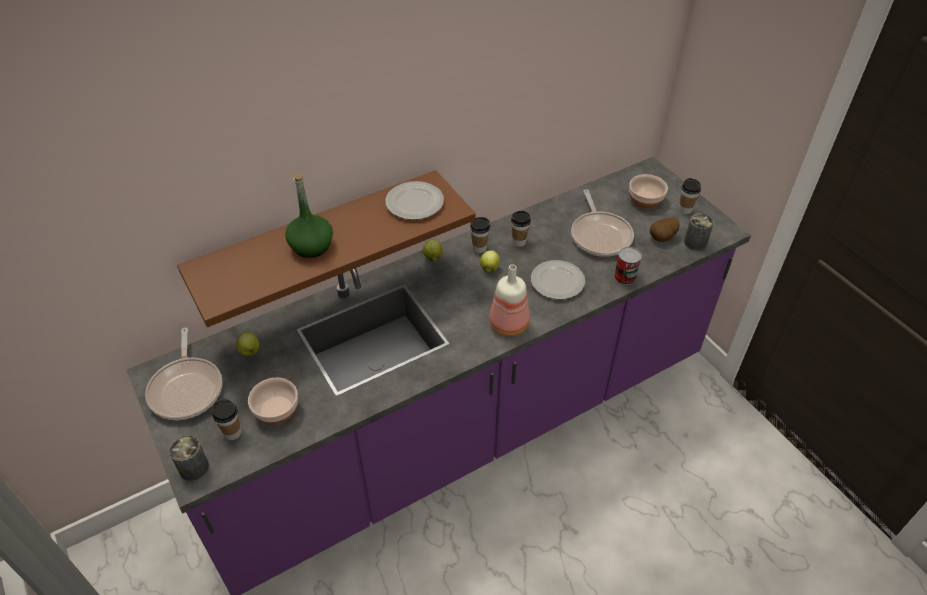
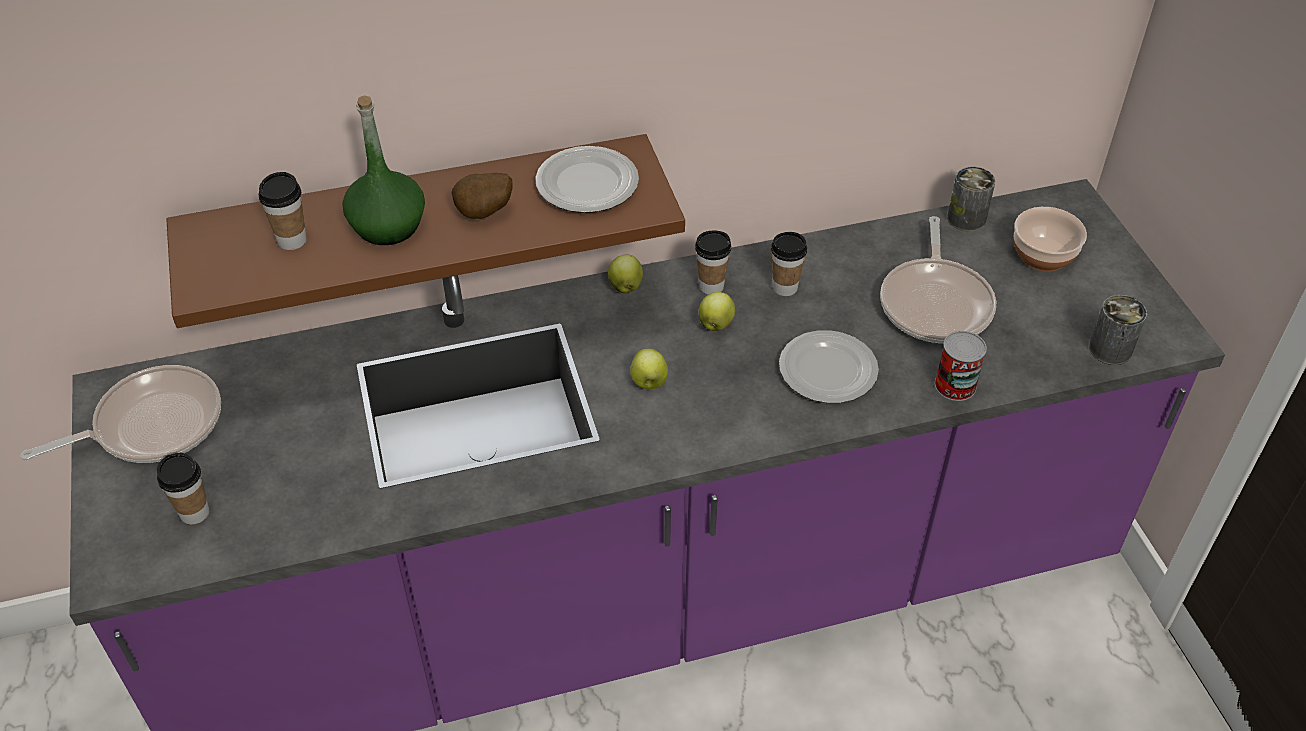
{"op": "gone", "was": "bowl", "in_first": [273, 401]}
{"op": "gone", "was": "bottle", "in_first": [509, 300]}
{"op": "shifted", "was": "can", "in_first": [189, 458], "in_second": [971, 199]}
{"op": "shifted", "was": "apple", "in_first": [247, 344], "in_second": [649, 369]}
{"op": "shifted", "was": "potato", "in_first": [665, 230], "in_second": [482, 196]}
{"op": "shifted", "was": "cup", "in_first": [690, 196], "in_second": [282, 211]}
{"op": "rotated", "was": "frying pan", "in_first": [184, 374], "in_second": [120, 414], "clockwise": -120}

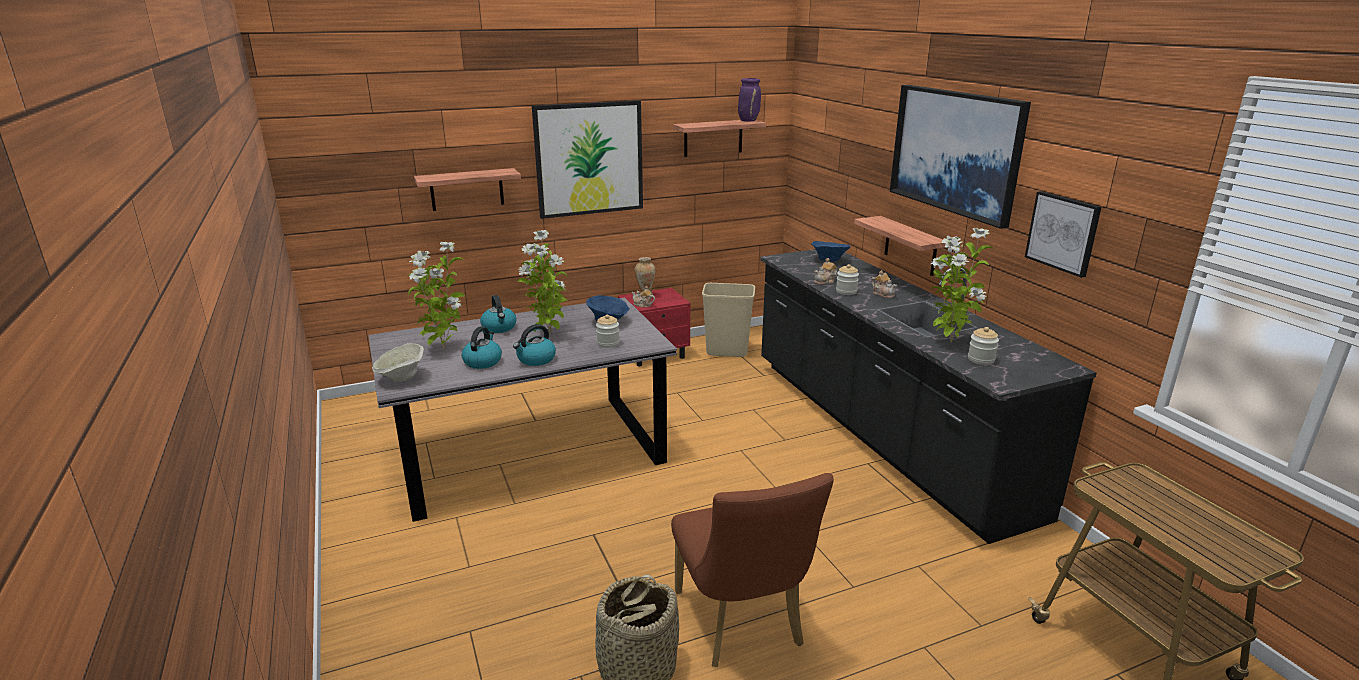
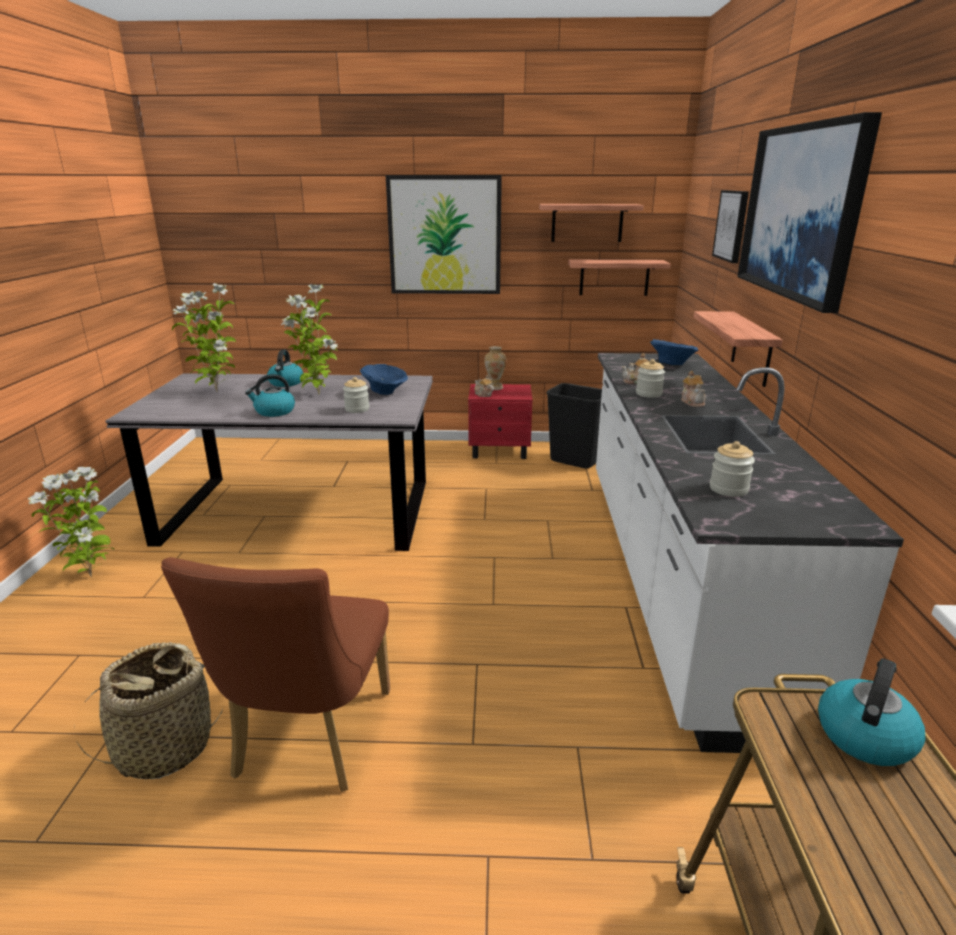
{"op": "gone", "was": "bowl in beige", "in_first": [398, 362]}
{"op": "gone", "was": "vase in purple", "in_first": [749, 100]}
{"op": "shifted", "was": "shelf", "in_first": [467, 189], "in_second": [619, 278]}
{"op": "shifted", "was": "kettle", "in_first": [482, 347], "in_second": [871, 712]}
{"op": "shifted", "was": "potted plant", "in_first": [962, 285], "in_second": [71, 522]}
{"op": "shifted", "was": "picture", "in_first": [1063, 234], "in_second": [730, 226]}
{"op": "repainted", "was": "trash can in beige", "now": "trash can in black", "in_first": [728, 320], "in_second": [574, 425]}
{"op": "repainted", "was": "counter in black", "now": "counter in white", "in_first": [928, 396], "in_second": [750, 553]}

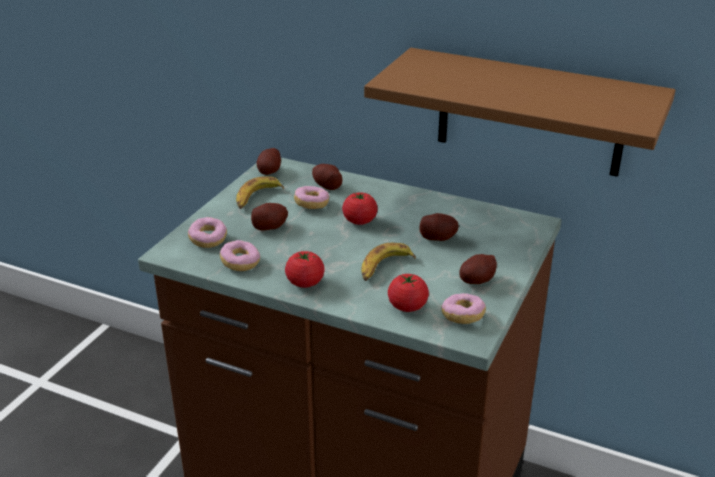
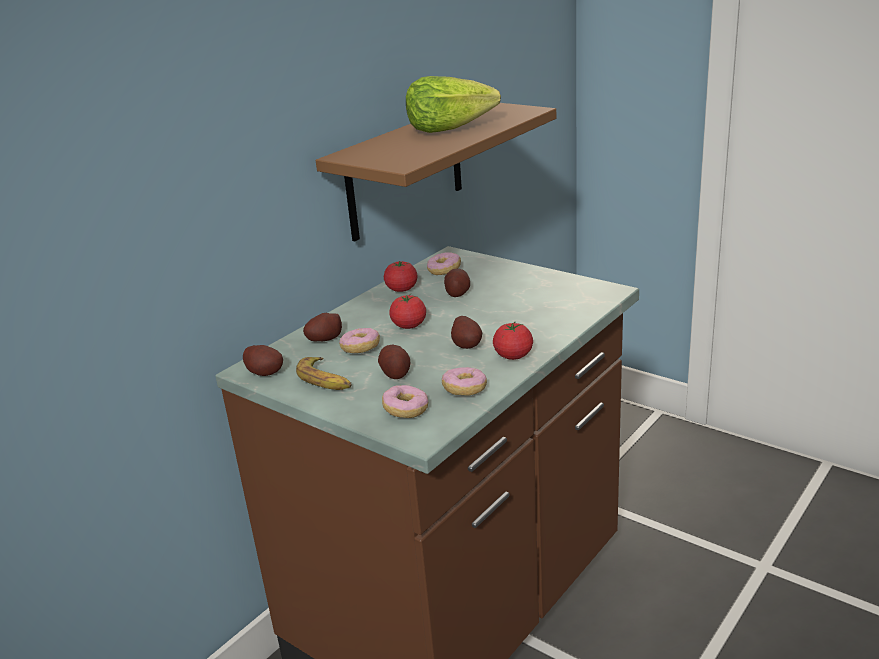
{"op": "gone", "was": "banana", "in_first": [388, 262]}
{"op": "new", "now": "lettuce", "in_second": [453, 104]}
{"op": "shifted", "was": "tomato", "in_first": [408, 293], "in_second": [401, 276]}
{"op": "shifted", "was": "donut", "in_first": [463, 308], "in_second": [444, 263]}
{"op": "shifted", "was": "potato", "in_first": [478, 269], "in_second": [466, 332]}

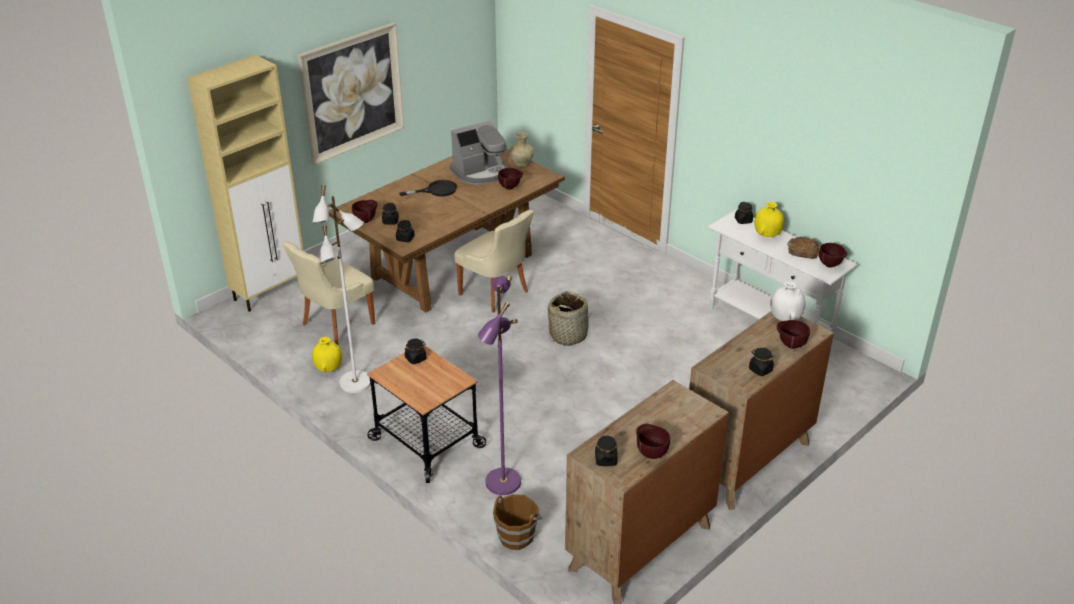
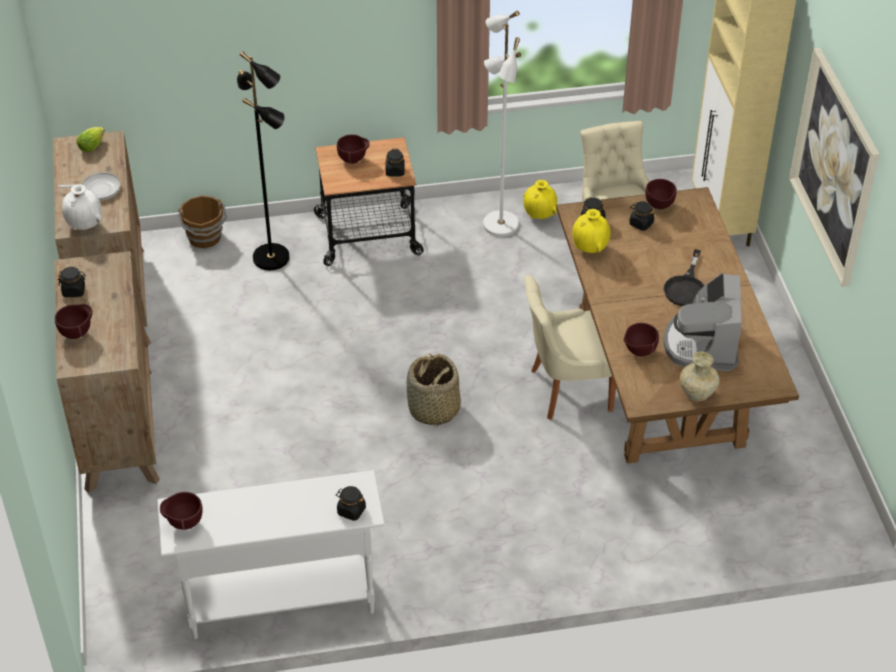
{"op": "gone", "was": "bread", "in_first": [803, 248]}
{"op": "new", "now": "frying pan", "in_second": [89, 186]}
{"op": "shifted", "was": "bowl in brown", "in_first": [653, 441], "in_second": [353, 149]}
{"op": "shifted", "was": "vase in yellow", "in_first": [769, 219], "in_second": [591, 231]}
{"op": "shifted", "was": "vase in white", "in_first": [787, 301], "in_second": [82, 207]}
{"op": "swapped", "was": "jar in black", "now": "lettuce", "in_first": [606, 450], "in_second": [91, 139]}
{"op": "repainted", "was": "floor lamp in purple", "now": "floor lamp in black", "in_first": [499, 385], "in_second": [263, 160]}

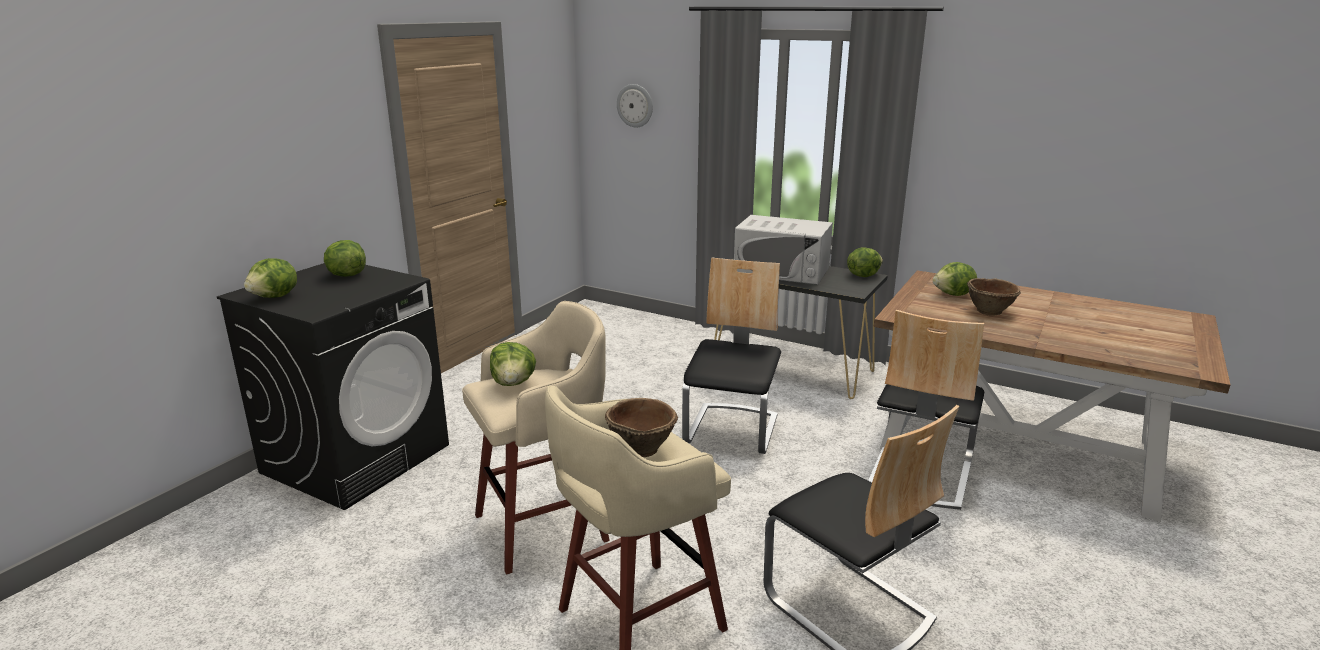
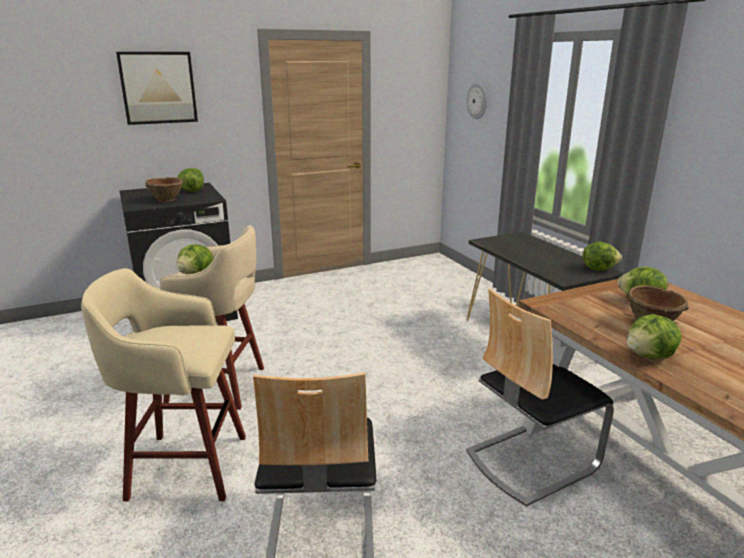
{"op": "gone", "was": "chair", "in_first": [731, 355]}
{"op": "gone", "was": "microwave in white", "in_first": [783, 250]}
{"op": "new", "now": "picture", "in_second": [157, 88]}
{"op": "shifted", "was": "lettuce", "in_first": [270, 278], "in_second": [654, 336]}
{"op": "shifted", "was": "bowl in brown", "in_first": [641, 427], "in_second": [164, 189]}

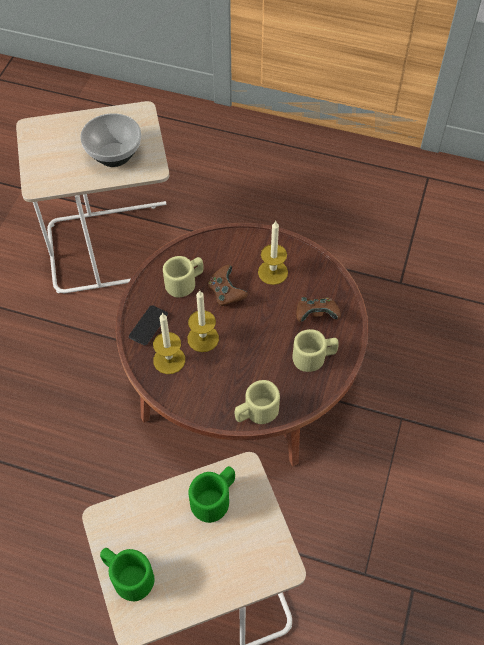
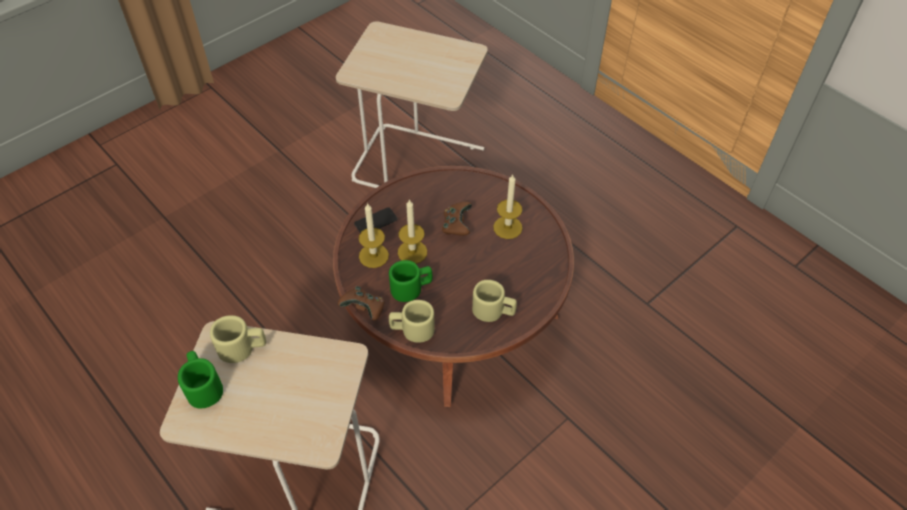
{"op": "gone", "was": "bowl", "in_first": [110, 140]}
{"op": "shifted", "was": "mug in beige", "in_first": [183, 277], "in_second": [238, 339]}
{"op": "shifted", "was": "mug in green", "in_first": [211, 494], "in_second": [410, 281]}
{"op": "shifted", "was": "game controller in brown", "in_first": [318, 309], "in_second": [361, 303]}

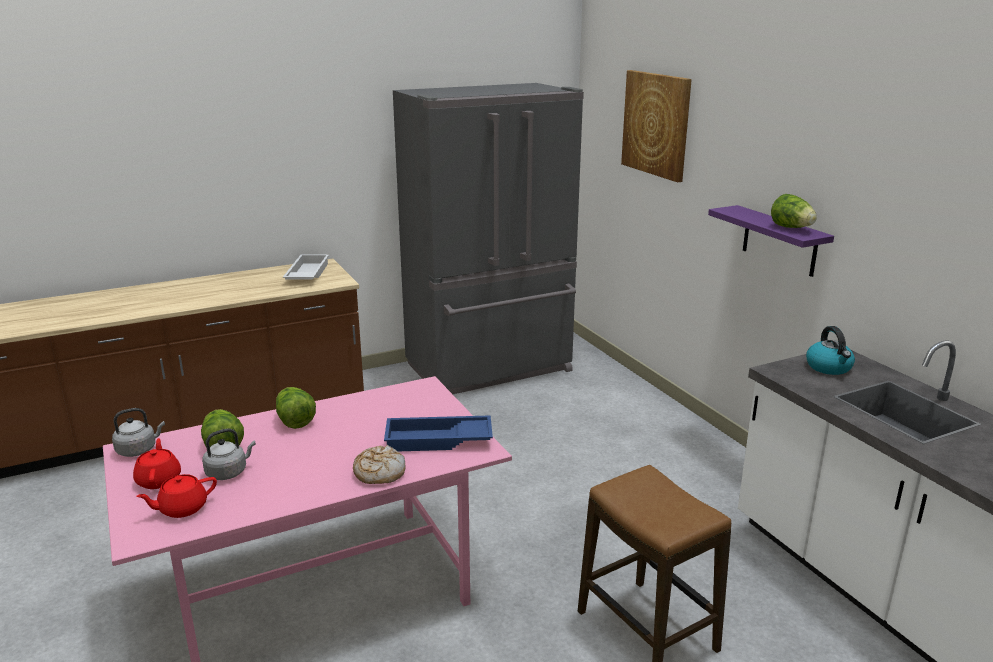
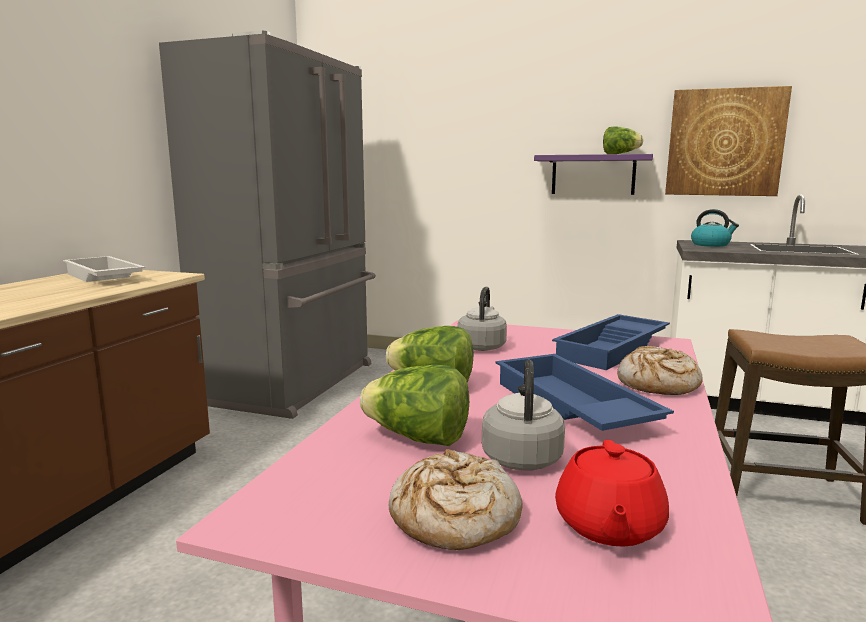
{"op": "new", "now": "tray in blue", "in_second": [585, 392]}
{"op": "shifted", "was": "kettle in grey", "in_first": [138, 432], "in_second": [482, 319]}
{"op": "shifted", "was": "picture", "in_first": [656, 126], "in_second": [728, 141]}
{"op": "swapped", "was": "teapot in red", "now": "bread", "in_first": [157, 463], "in_second": [456, 499]}

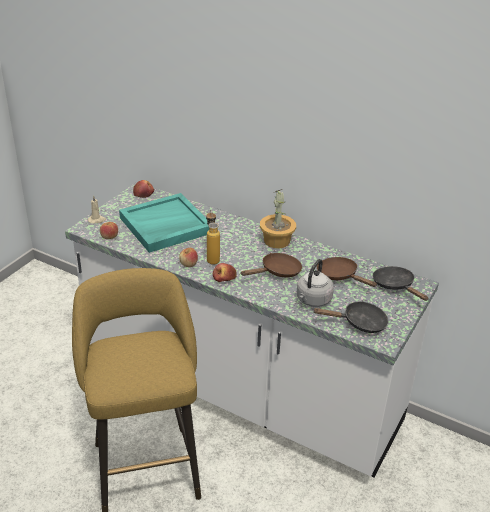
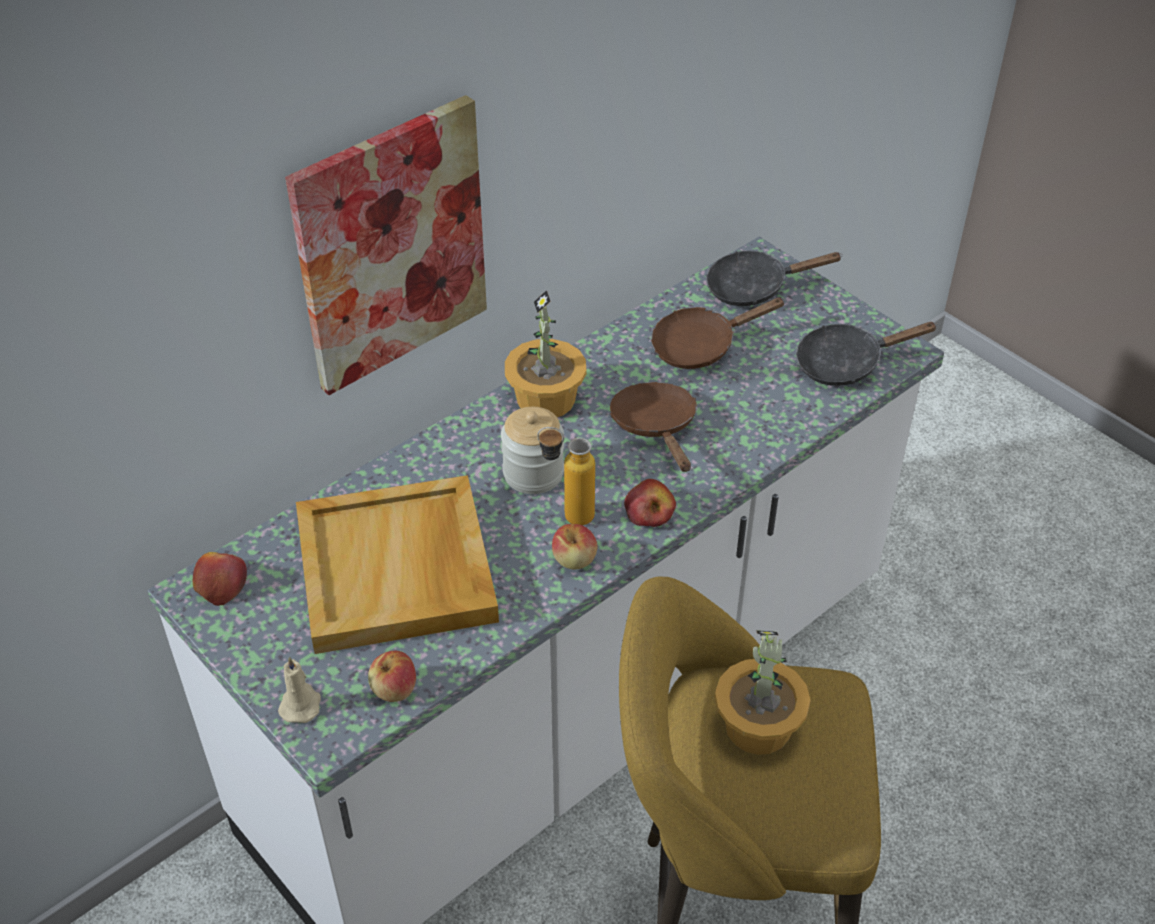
{"op": "gone", "was": "kettle in grey", "in_first": [315, 283]}
{"op": "new", "now": "picture", "in_second": [386, 245]}
{"op": "new", "now": "jar", "in_second": [532, 450]}
{"op": "new", "now": "potted plant", "in_second": [763, 692]}
{"op": "repainted", "was": "tray in turquoise", "now": "tray in beige", "in_first": [164, 223], "in_second": [397, 564]}
{"op": "rotated", "was": "frying pan in black", "in_first": [351, 317], "in_second": [867, 354], "clockwise": -120}

